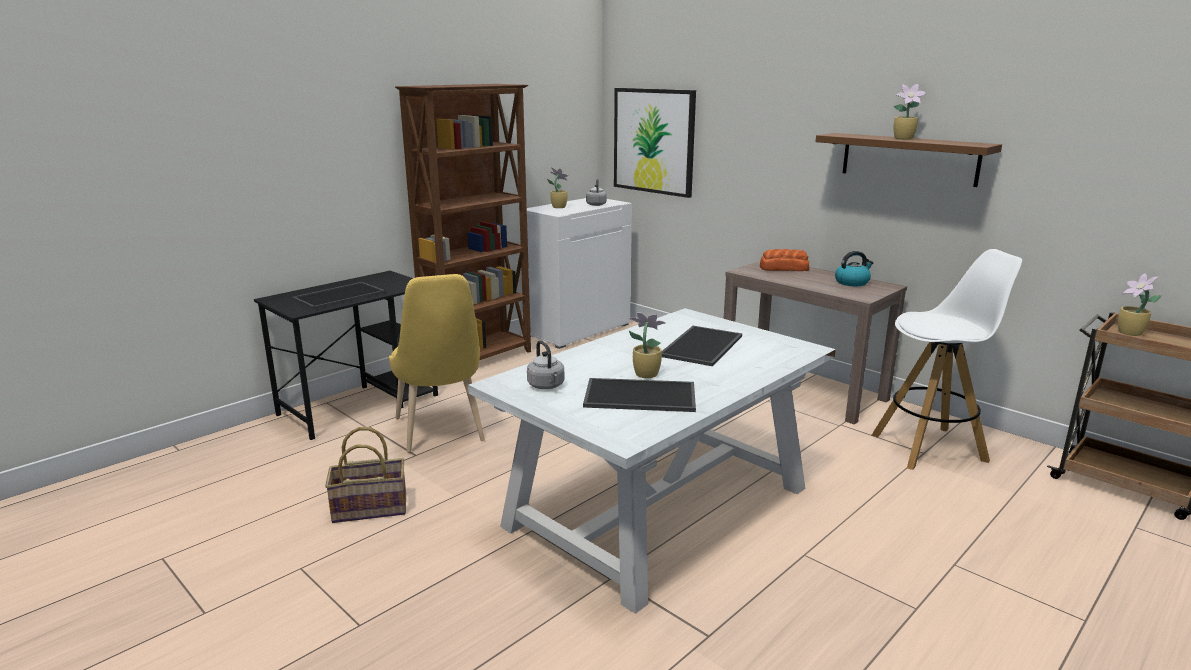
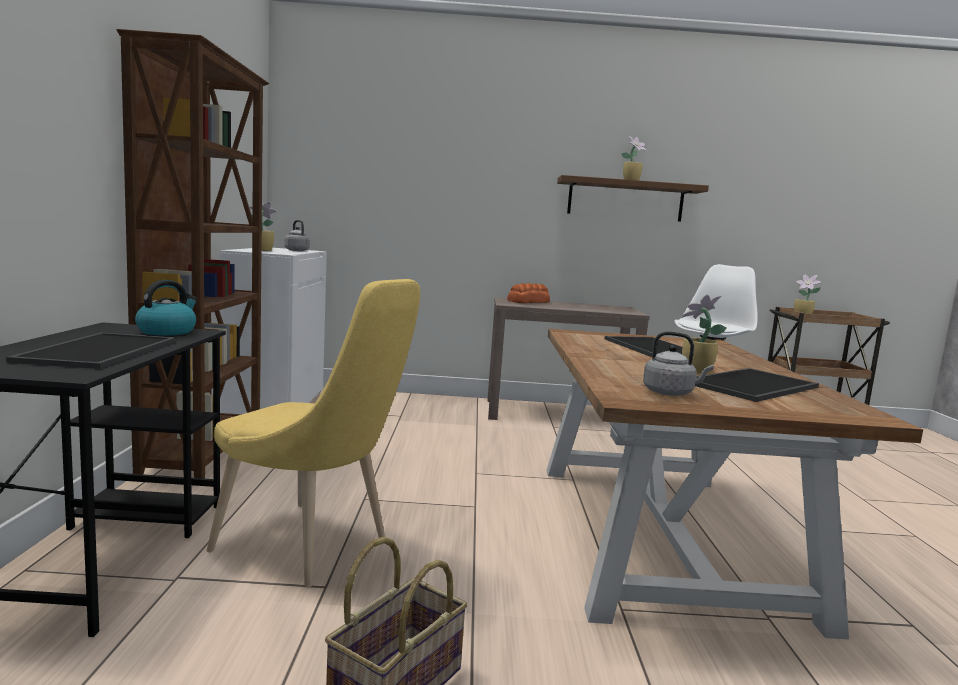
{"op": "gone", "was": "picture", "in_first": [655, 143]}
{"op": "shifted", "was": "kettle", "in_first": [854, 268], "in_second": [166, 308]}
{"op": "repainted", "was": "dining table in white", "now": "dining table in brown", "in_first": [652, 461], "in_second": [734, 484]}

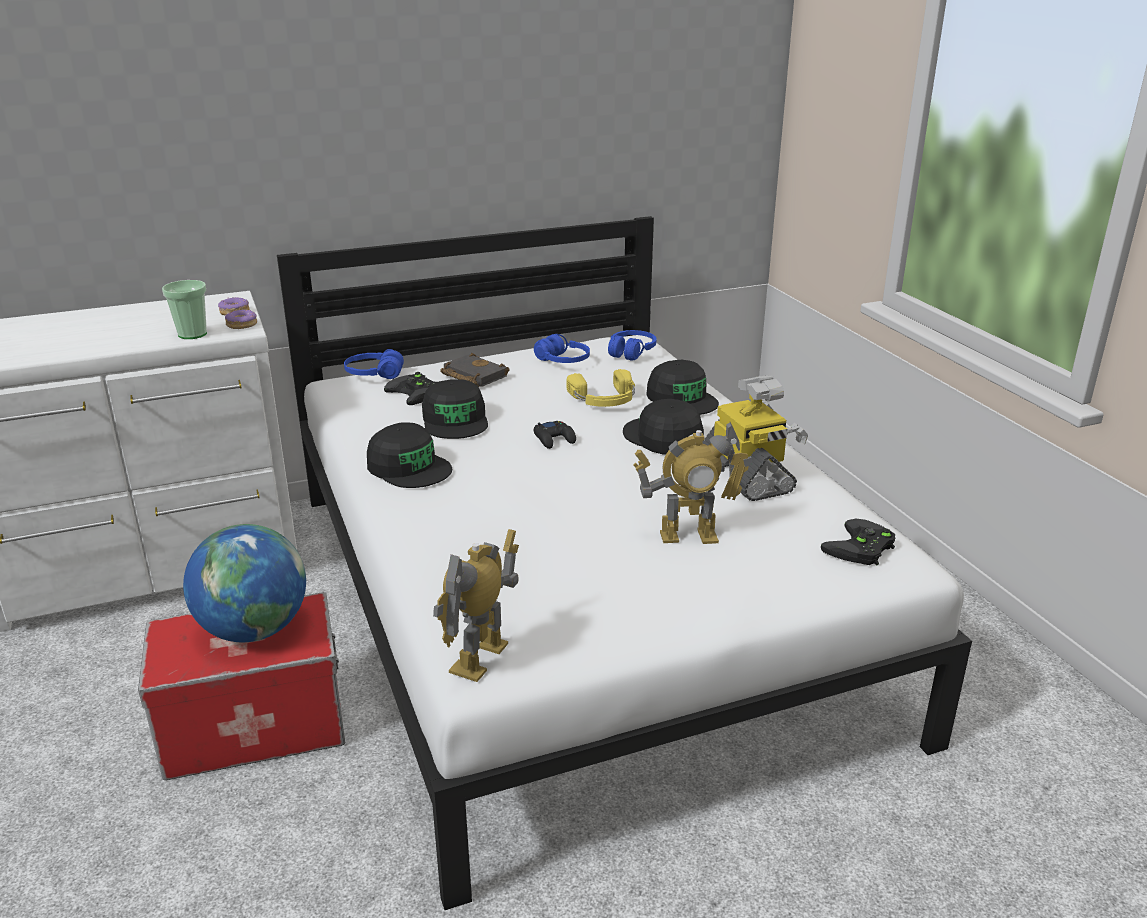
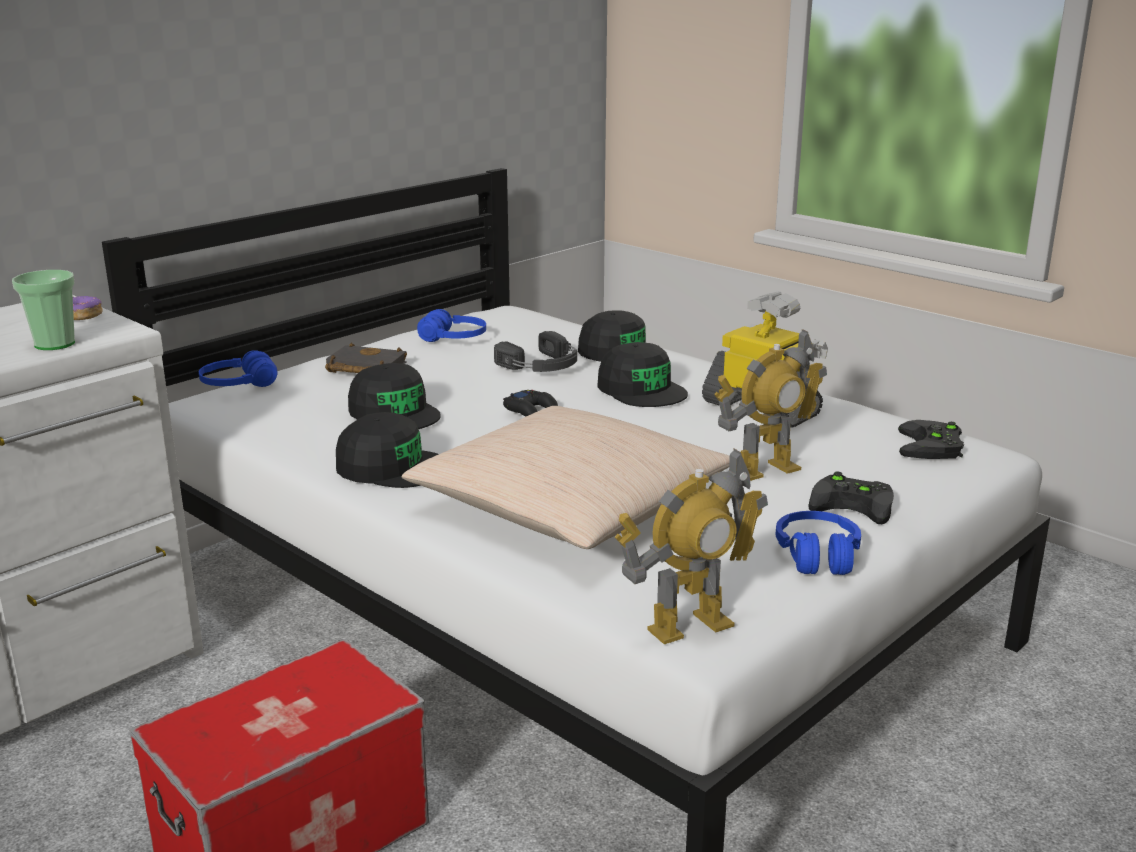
{"op": "gone", "was": "globe", "in_first": [244, 583]}
{"op": "gone", "was": "donut", "in_first": [241, 319]}
{"op": "new", "now": "pillow in beige", "in_second": [565, 477]}
{"op": "shifted", "was": "game controller in black", "in_first": [410, 388], "in_second": [851, 498]}
{"op": "shifted", "was": "headphones in blue", "in_first": [632, 345], "in_second": [818, 543]}
{"op": "repainted", "was": "headphones in yellow", "now": "headphones in black", "in_first": [601, 388], "in_second": [535, 351]}
{"op": "rotated", "was": "toy robot", "in_first": [476, 605], "in_second": [691, 546], "clockwise": -120}
{"op": "rotated", "was": "cap in black", "in_first": [663, 427], "in_second": [642, 374], "clockwise": -150}

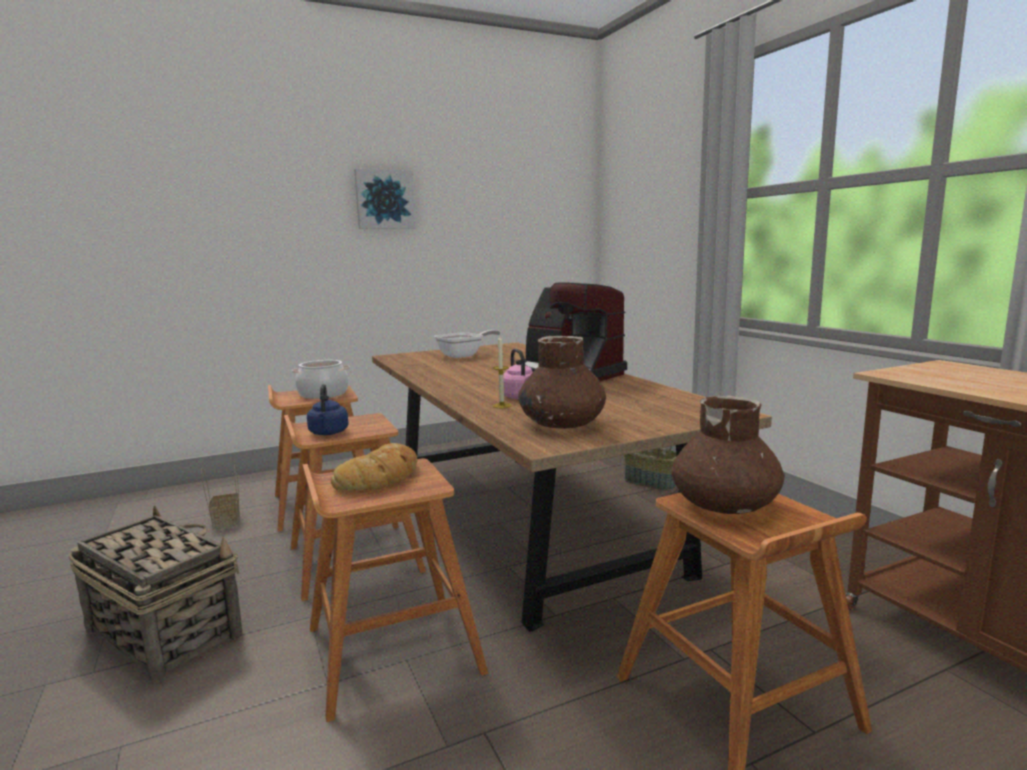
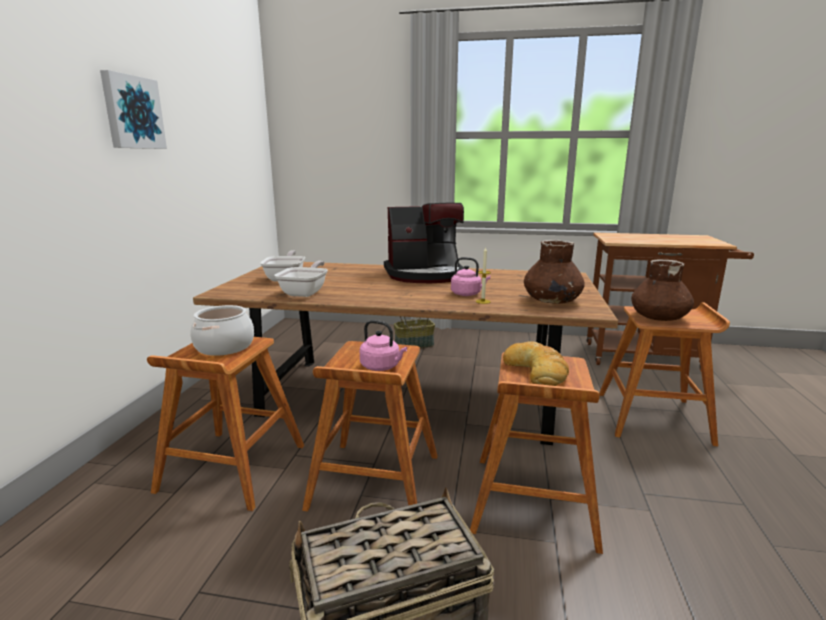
{"op": "gone", "was": "basket", "in_first": [220, 497]}
{"op": "new", "now": "frying pan", "in_second": [301, 279]}
{"op": "repainted", "was": "kettle in blue", "now": "kettle in pink", "in_first": [328, 409], "in_second": [383, 345]}

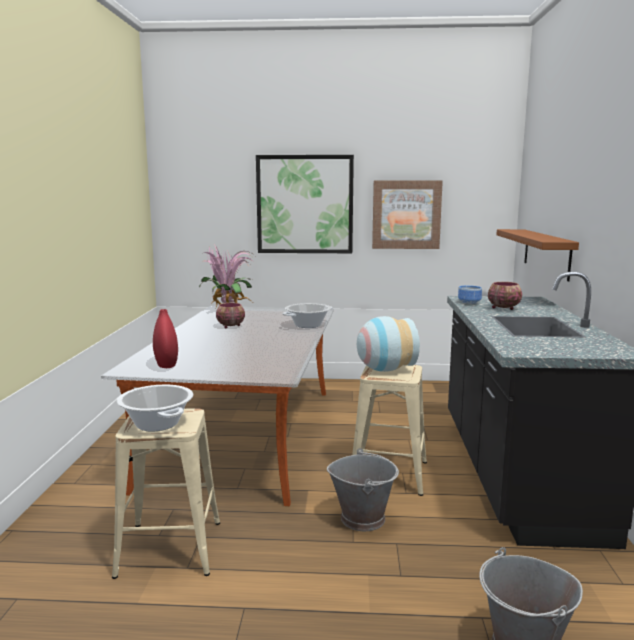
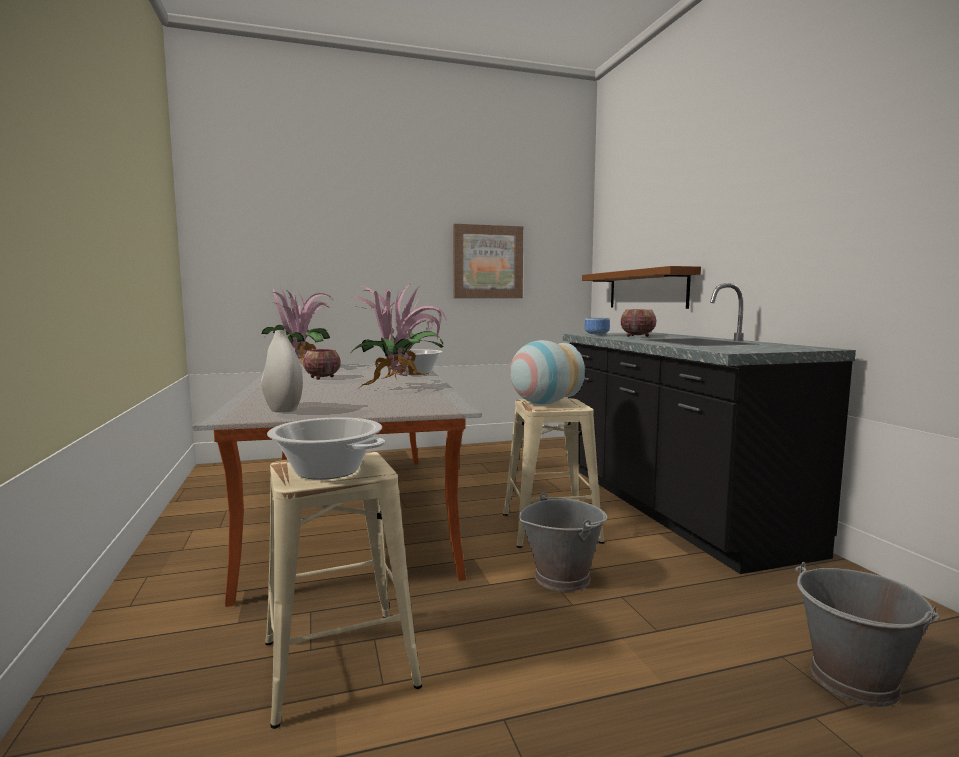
{"op": "gone", "was": "picture", "in_first": [305, 204]}
{"op": "new", "now": "potted plant", "in_second": [398, 335]}
{"op": "repainted", "was": "vase in red", "now": "vase in white", "in_first": [165, 338], "in_second": [282, 371]}

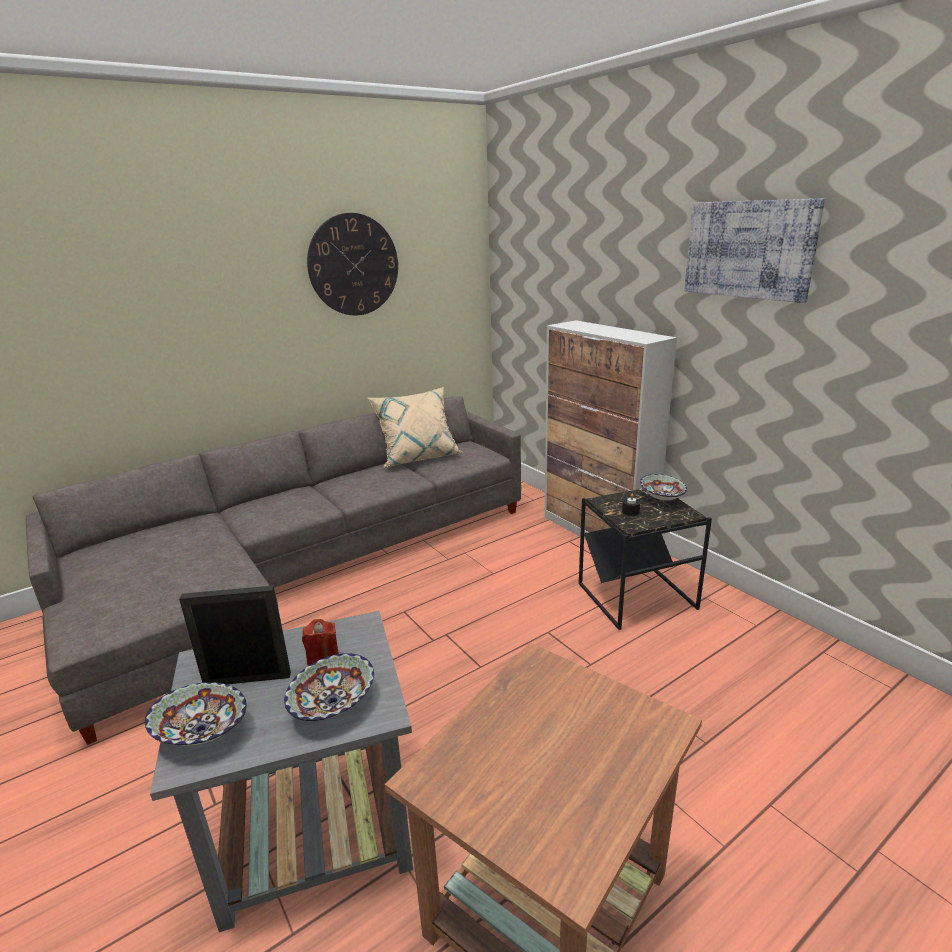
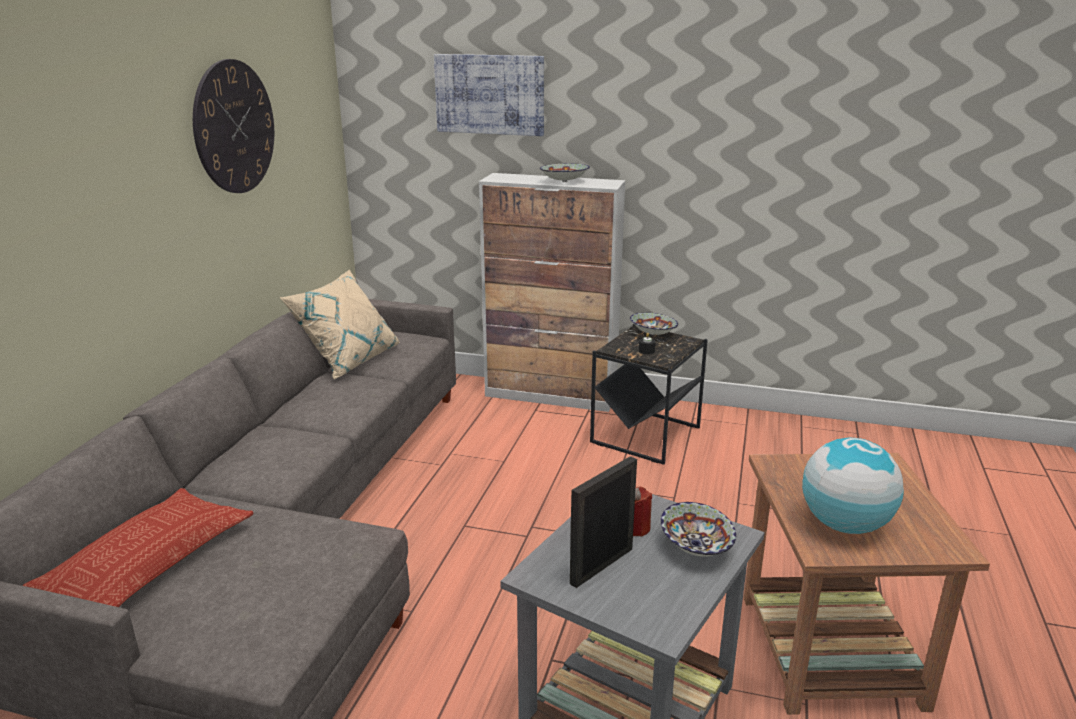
{"op": "new", "now": "pillow", "in_second": [138, 547]}
{"op": "new", "now": "globe", "in_second": [853, 486]}
{"op": "shifted", "was": "bowl", "in_first": [196, 714], "in_second": [565, 172]}
{"op": "shifted", "was": "picture", "in_first": [754, 250], "in_second": [489, 95]}

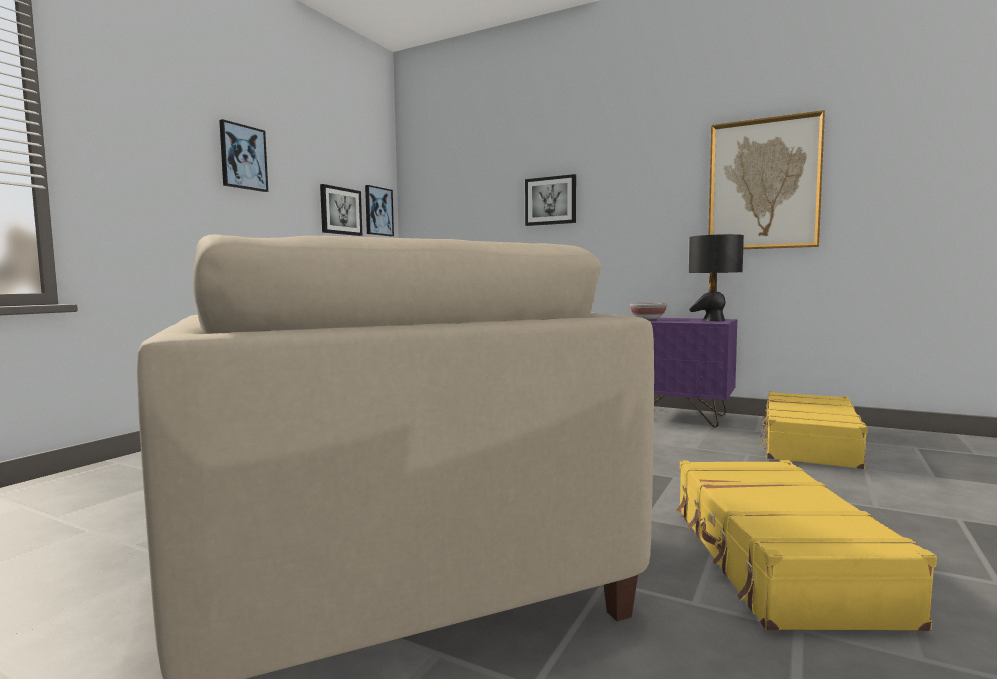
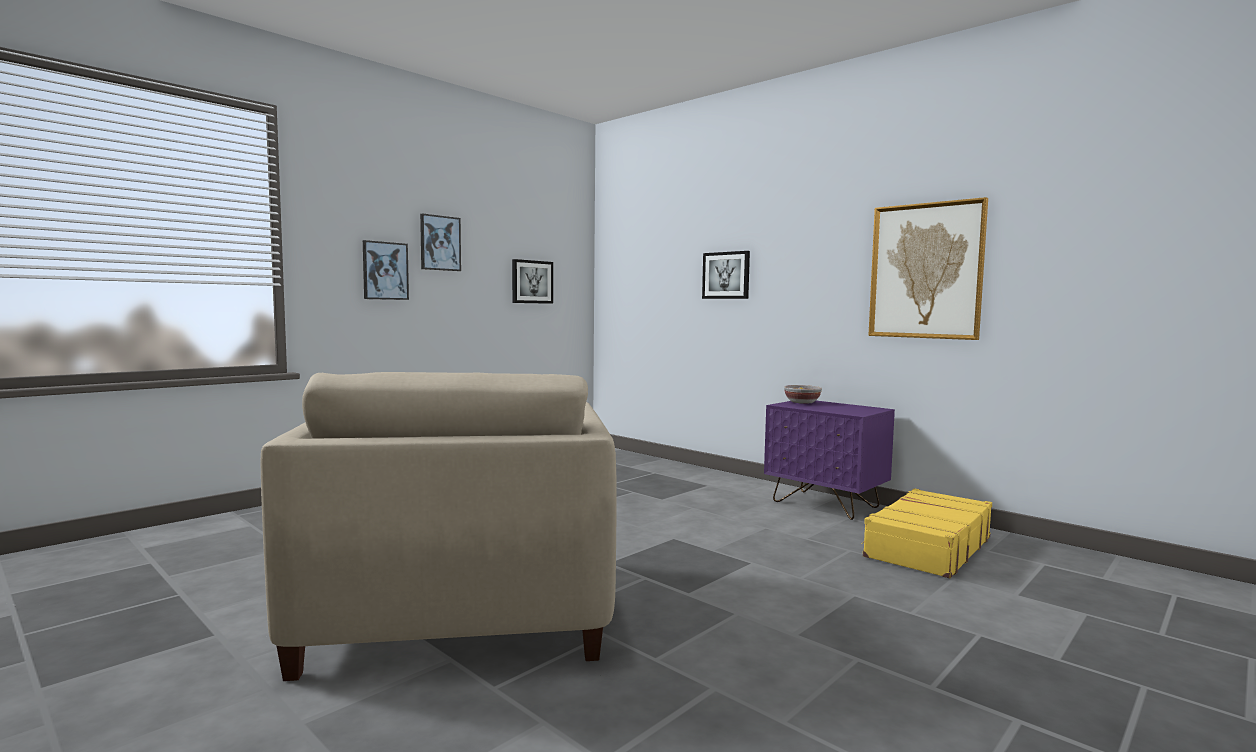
{"op": "gone", "was": "suitcase in yellow", "in_first": [806, 545]}
{"op": "gone", "was": "table lamp in black", "in_first": [716, 277]}
{"op": "shifted", "was": "picture", "in_first": [379, 210], "in_second": [386, 270]}

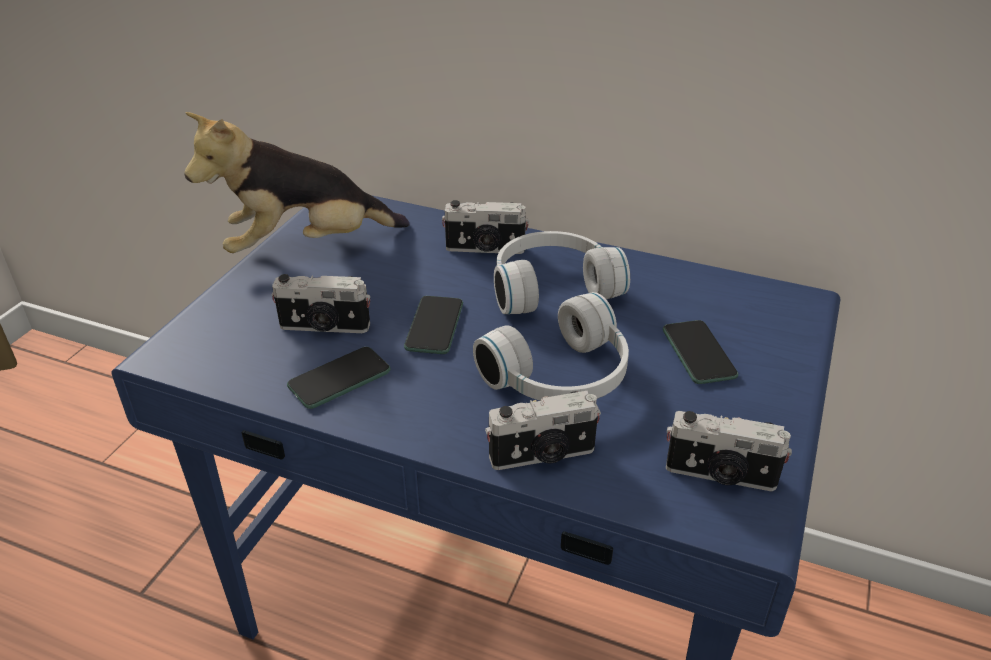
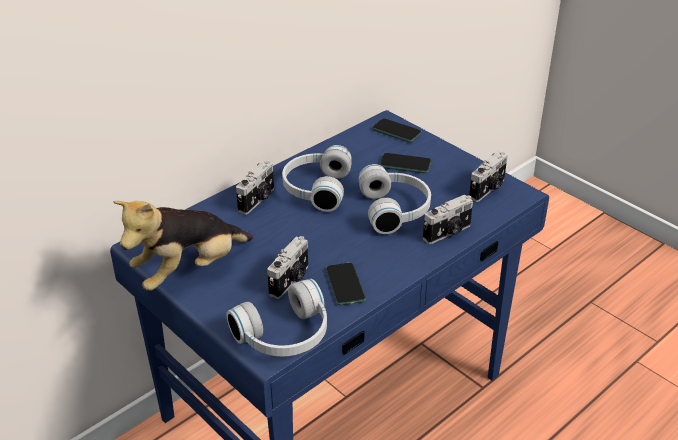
{"op": "new", "now": "headphones in white", "in_second": [276, 317]}
{"op": "shifted", "was": "phone", "in_first": [433, 325], "in_second": [397, 130]}
{"op": "rotated", "was": "plush toy", "in_first": [296, 182], "in_second": [183, 246], "clockwise": 45}
{"op": "rotated", "was": "photo camera", "in_first": [543, 430], "in_second": [448, 219], "clockwise": 45}

